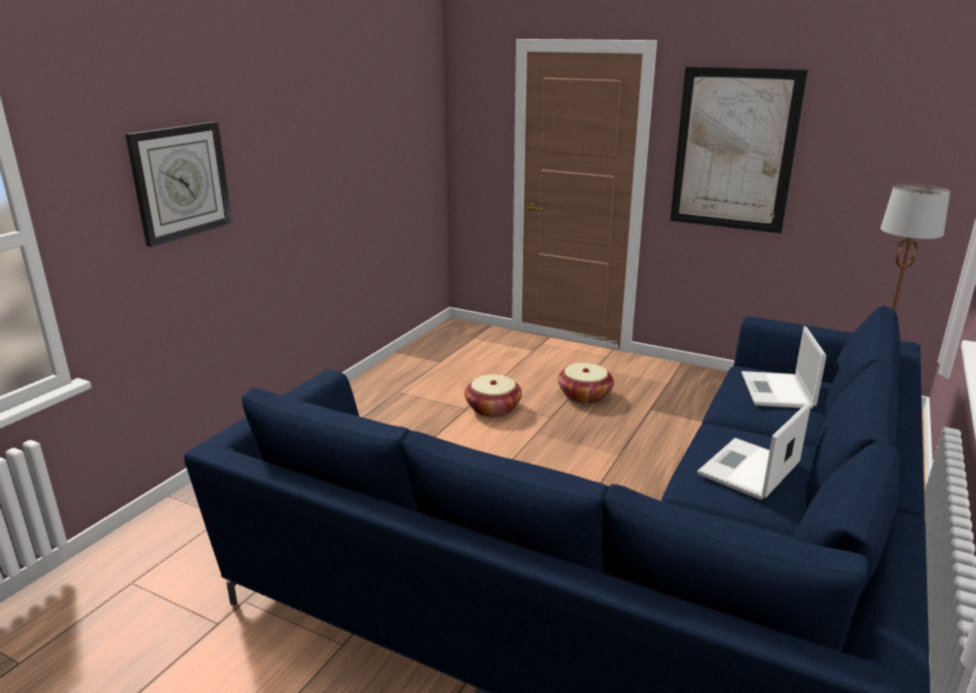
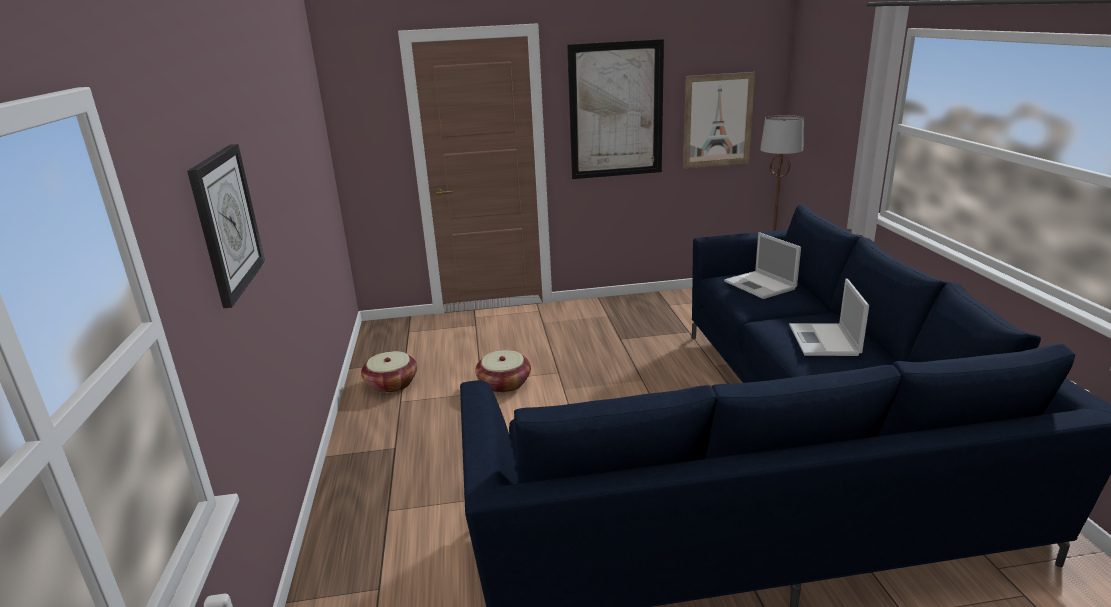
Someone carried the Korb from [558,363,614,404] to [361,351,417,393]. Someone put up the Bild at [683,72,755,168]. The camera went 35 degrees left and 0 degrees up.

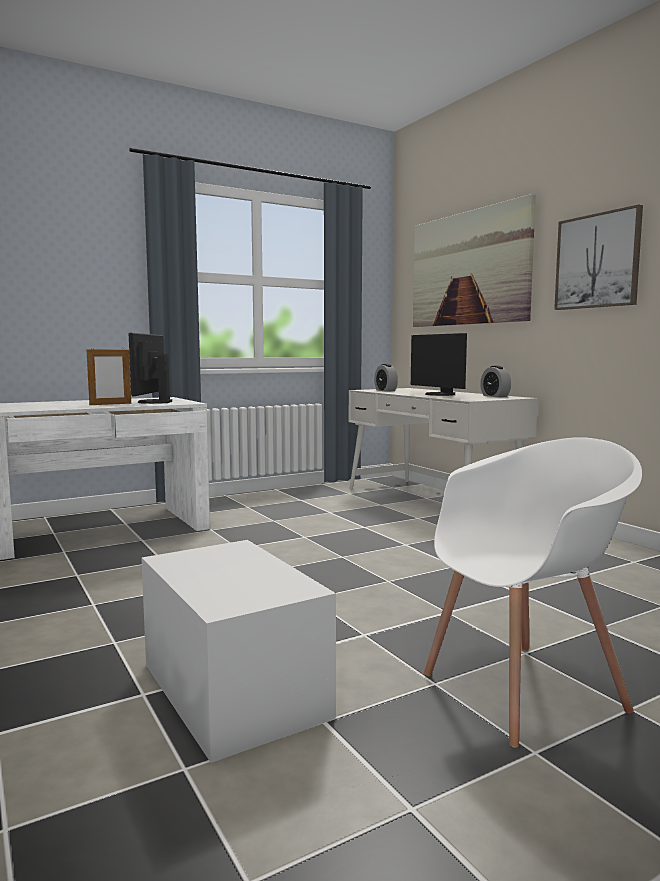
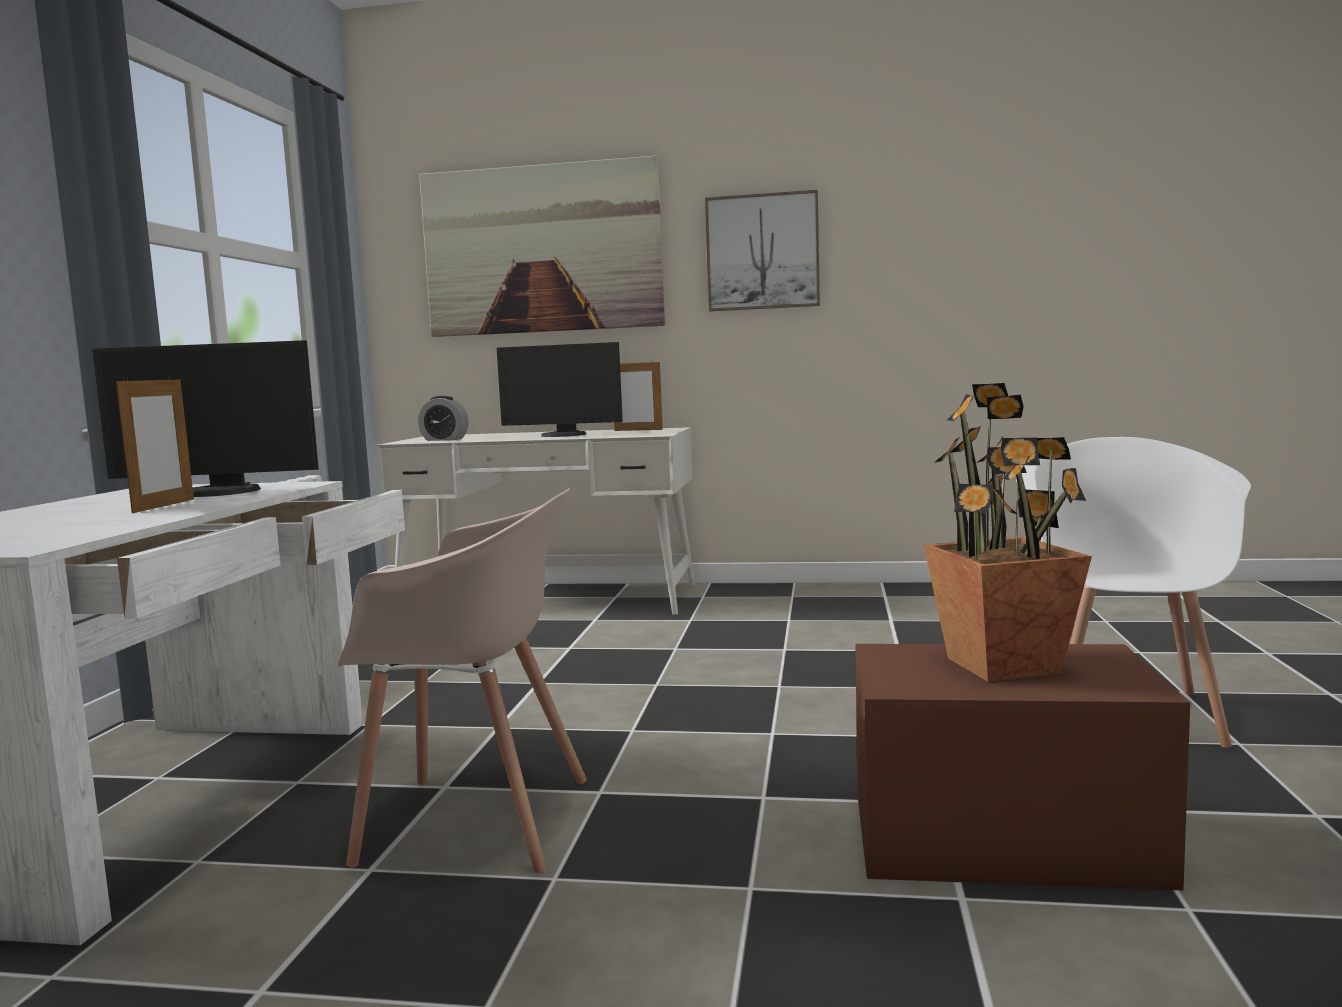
Someone rotated the Monitor at [129,333,172,404] by 45 degrees counterclockwise. Someone swapped the Wecker at [480,366,511,397] for the Bilderrahmen at [614,360,663,431]. Someone repainted the Aufbewahrungsbox [weiß] at [141,540,336,763], which became the Aufbewahrungsbox [braun] at [855,644,1190,890]. Someone put down the Topfpflanze at [924,383,1092,682]. Someone put down the Stuhl [beige] at [338,488,587,874]. The camera went 50 degrees left and 0 degrees up.

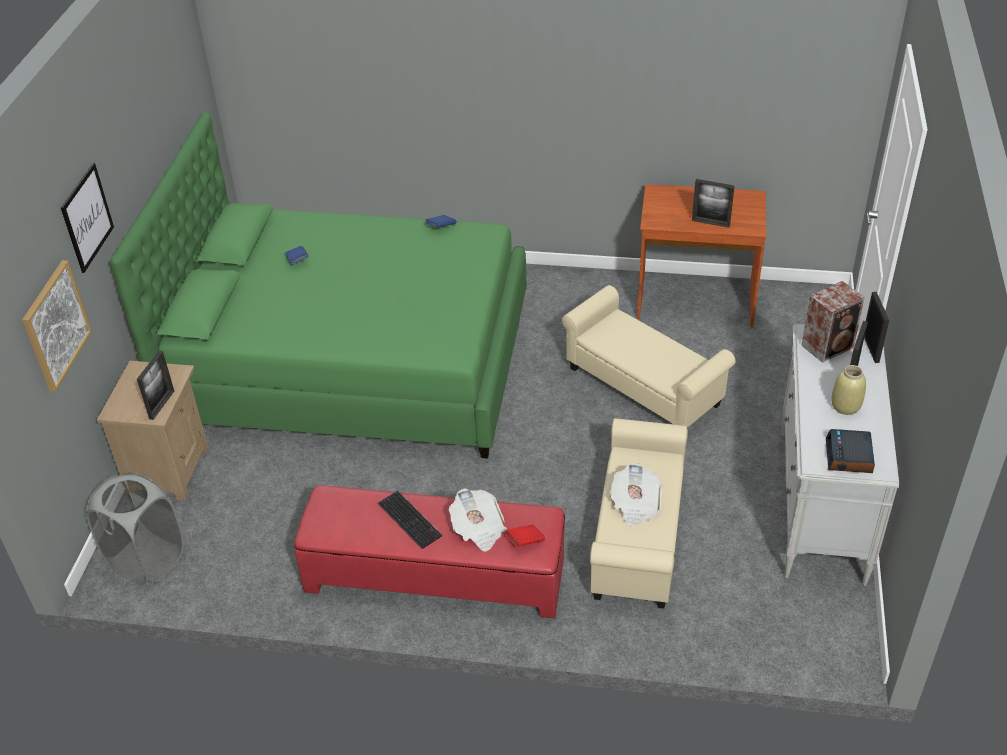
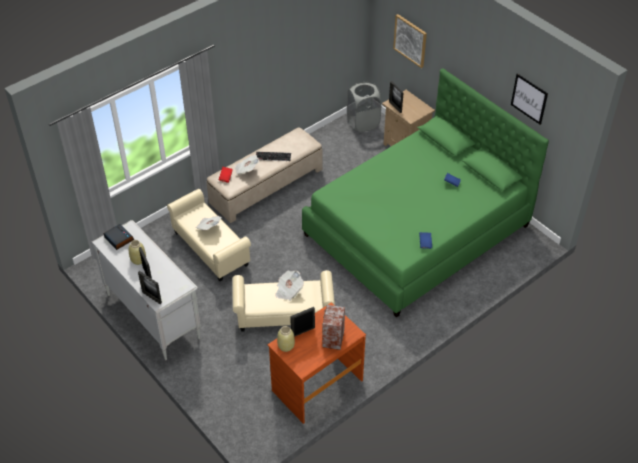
Someone carried the Bild from [61,163,114,273] to [511,73,548,125]. Someone carried the Lautsprecher from [801,281,865,363] to [322,305,345,350]. Someone repainted the Bank [rot] at [294,485,565,618], which became the Bank [beige] at [206,128,322,223]. Someone put down the Zeitung at [275,271,304,301]. Someone put down the Vase [beige] at [277,326,295,352]. The camera went 130 degrees right and 5 degrees up.

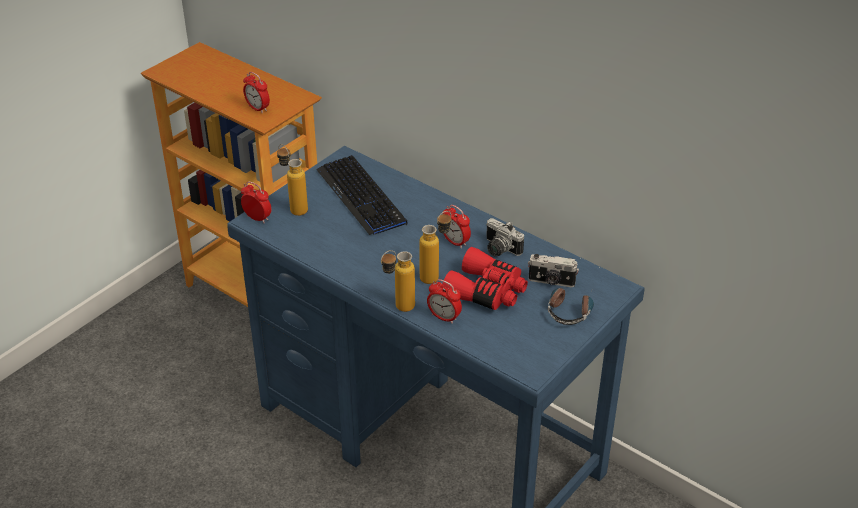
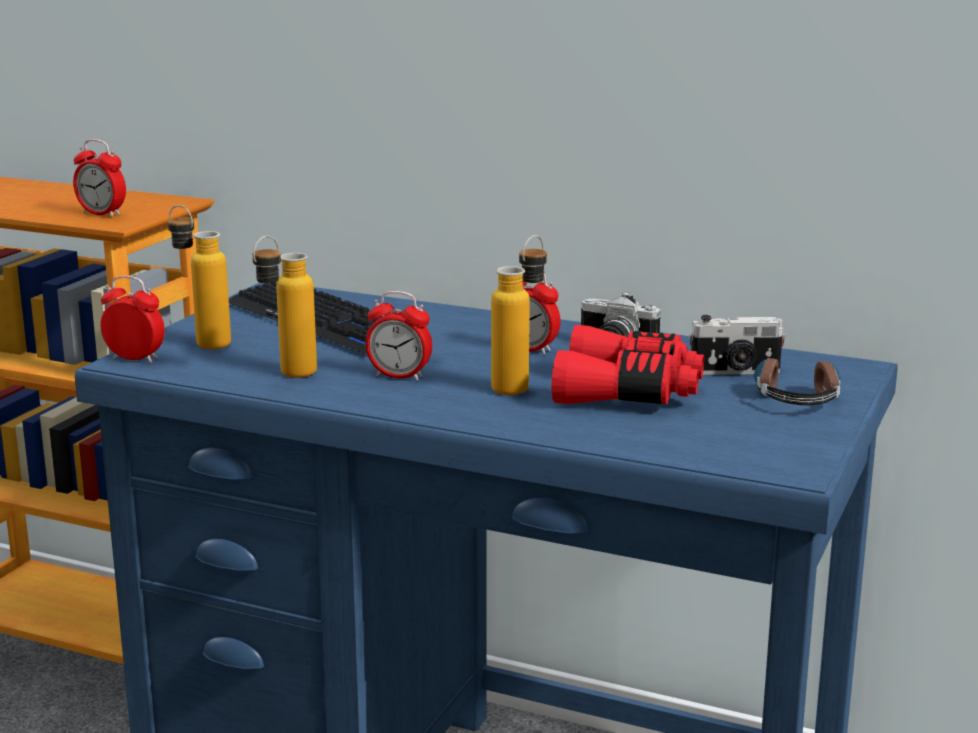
Someone carried the Flasche from [381,250,415,312] to [252,236,317,378]. Someone carried the Wecker from [427,279,462,324] to [365,291,432,381]. The camera went 15 degrees left and 20 degrees down.

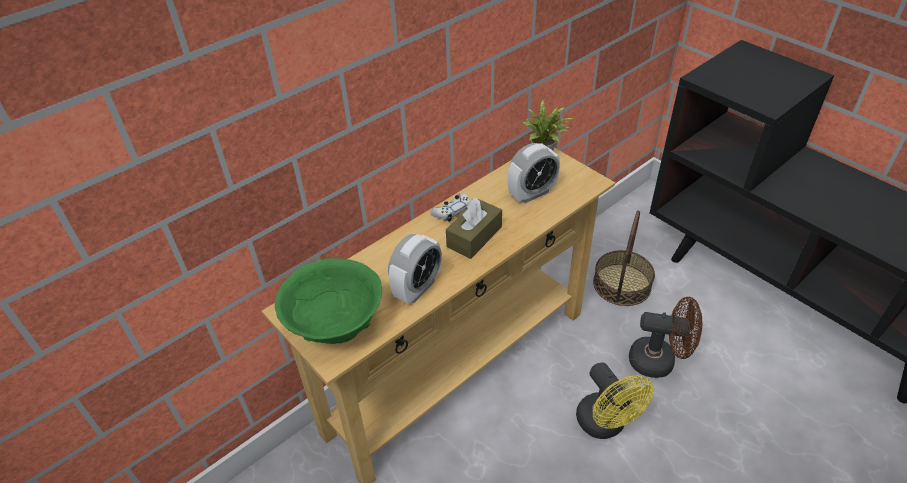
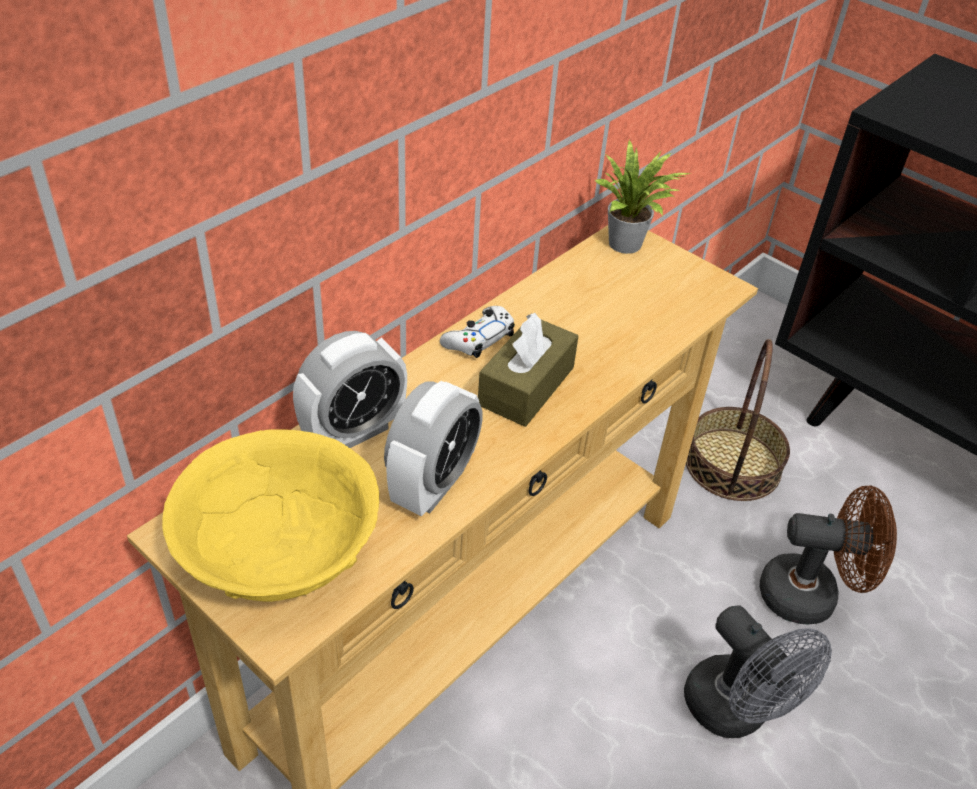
Someone carried the Wecker from [507,143,560,203] to [293,331,407,448]. Someone repainted the Schüssel [grün] at [275,258,382,344], which became the Schüssel [gelb] at [162,429,379,602]. Someone repainted the Ventilator [gelb] at [576,362,653,439], which became the Ventilator [grau] at [684,605,832,738]. The camera went 10 degrees left and 0 degrees up.

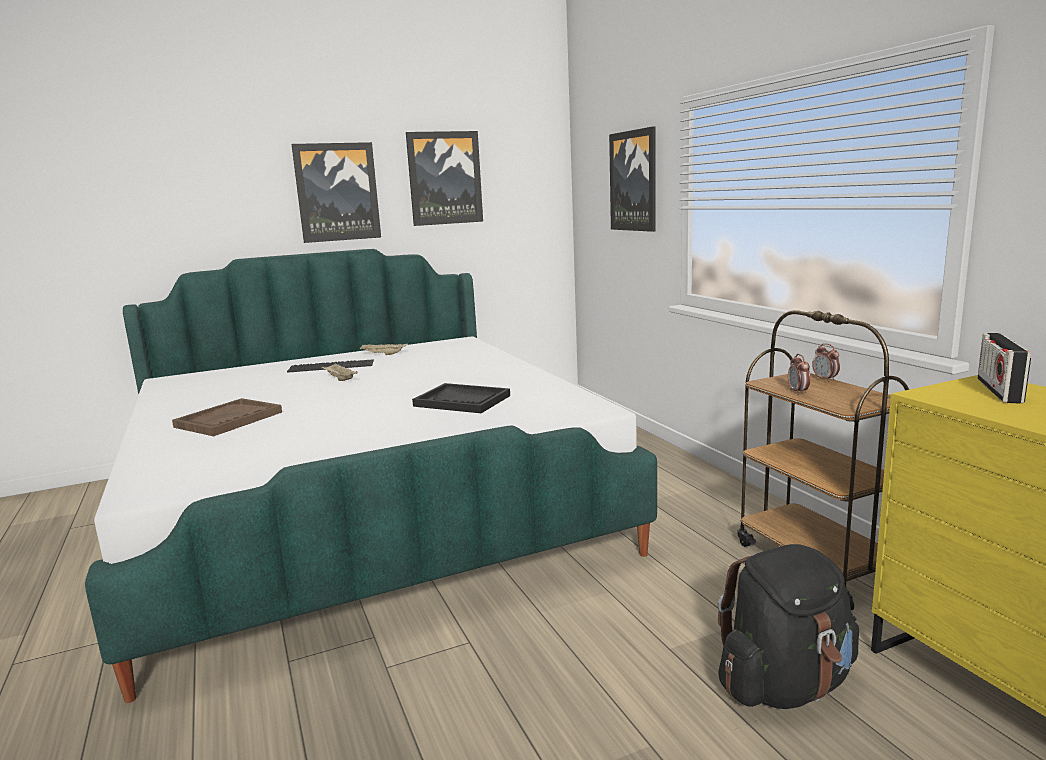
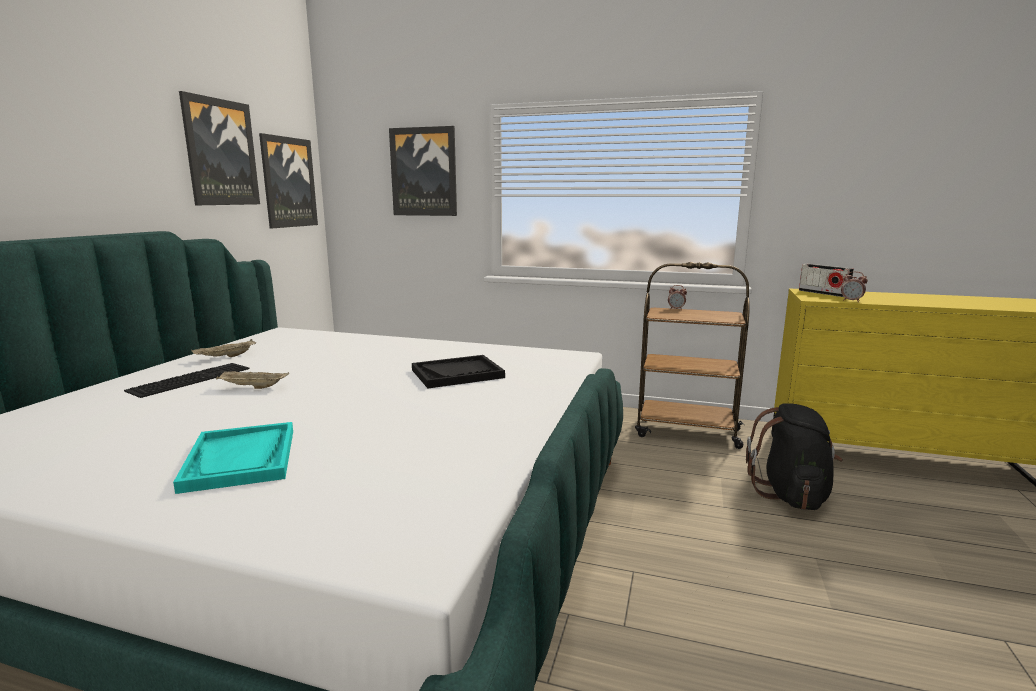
Someone carried the Bild from [291,142,381,243] to [259,133,318,228]. Someone carried the Wecker from [788,354,810,395] to [841,271,868,302]. Someone repainted the Tablett [braun] at [172,398,282,436], which became the Tablett [türkis] at [173,422,293,494]. The camera went 50 degrees left and 0 degrees up.

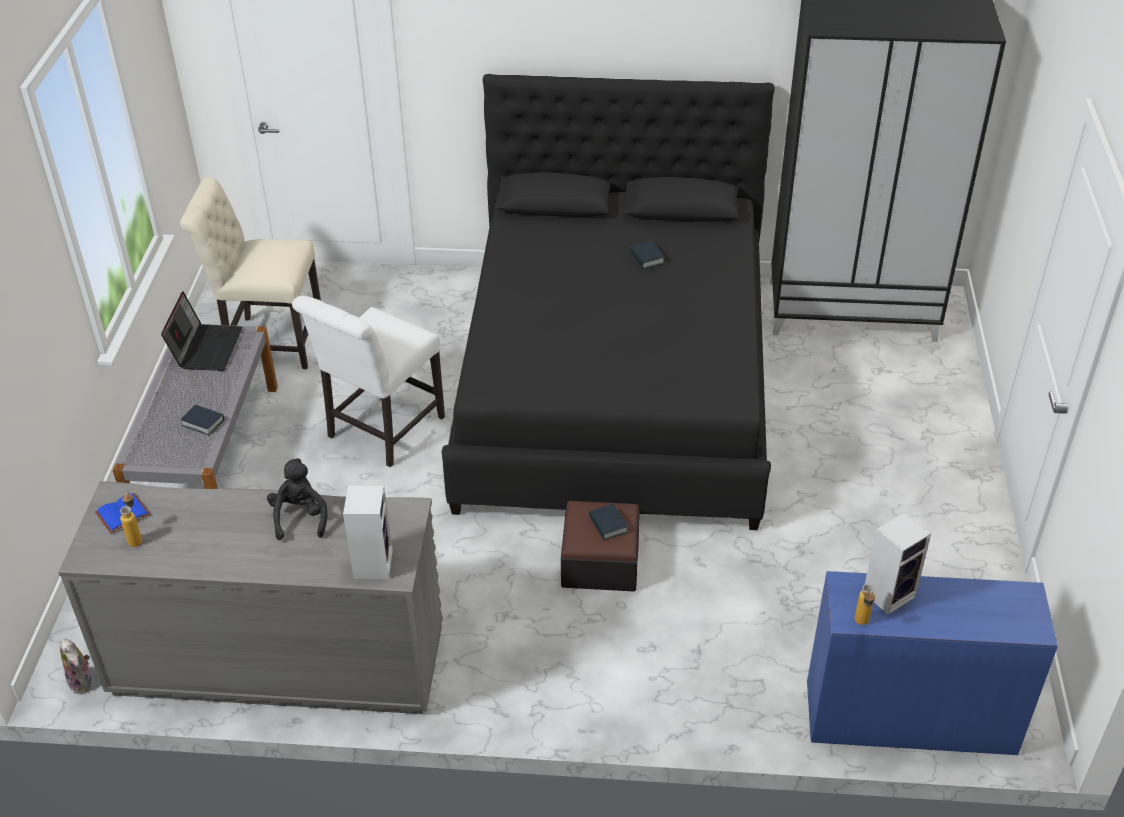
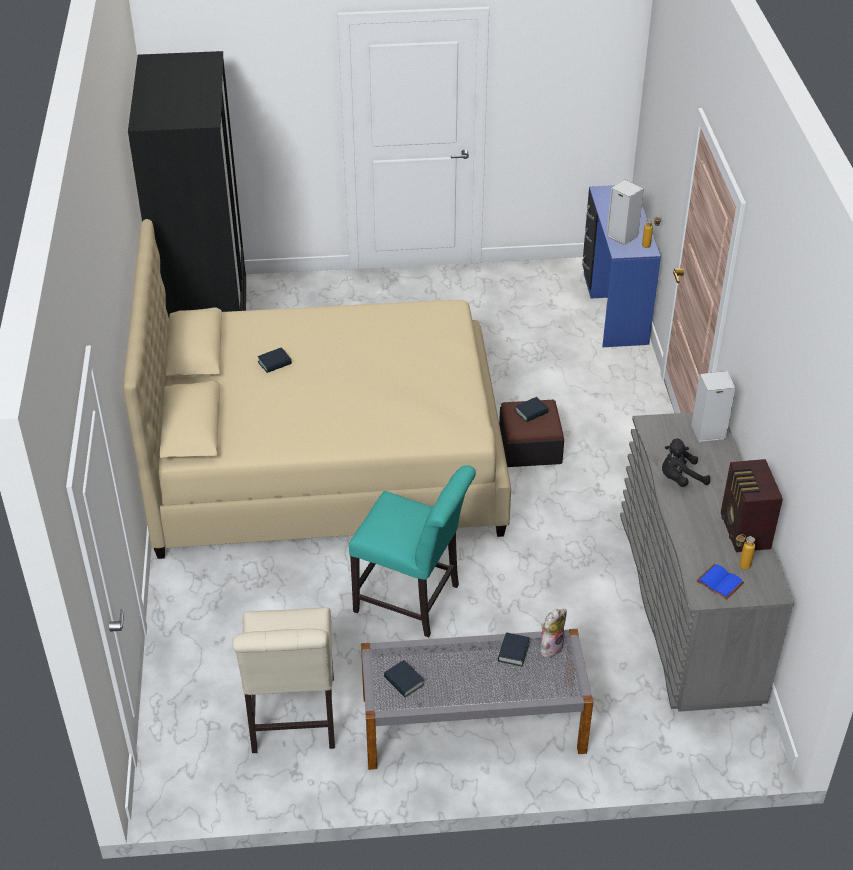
Someone repainted the Bett [schwarz] at [442,74,775,530], which became the Bett [beige] at [123,219,511,559]. Someone swapped the Laptop at [161,291,243,371] for the Buch at [384,660,424,698]. Someone repainted the Stuhl [weiß] at [292,296,445,467], which became the Stuhl [türkis] at [349,465,476,637]. Someone carried the Plüschtier from [60,639,93,694] to [539,609,567,657]. Someone put down the Radio at [721,459,783,552]. The camera went 100 degrees left and 0 degrees up.

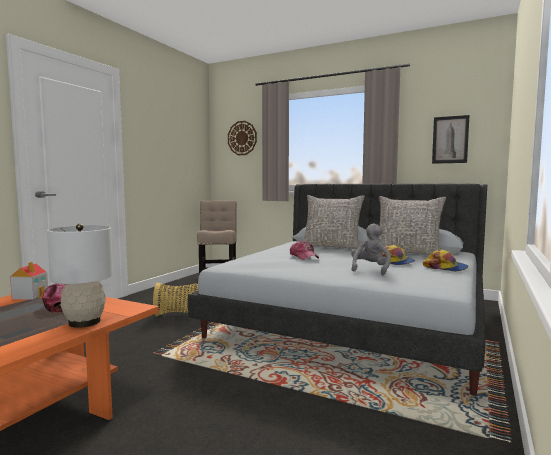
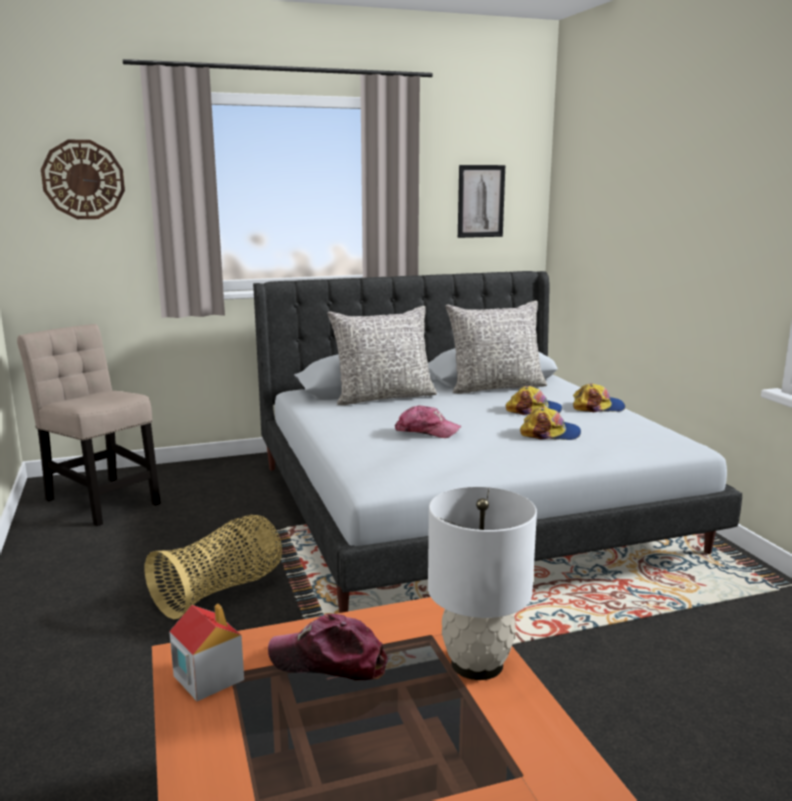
Someone swapped the Plüschtier [grau] at [351,223,391,275] for the Kappe at [520,407,581,440]. The camera went 45 degrees left and 10 degrees up.

